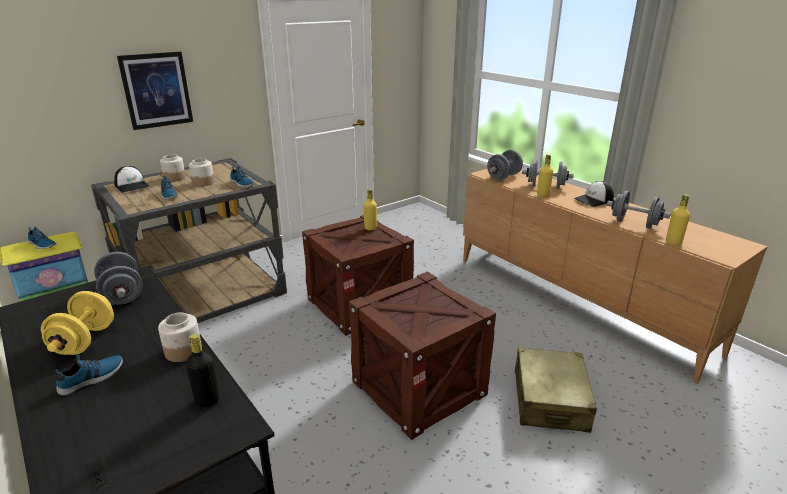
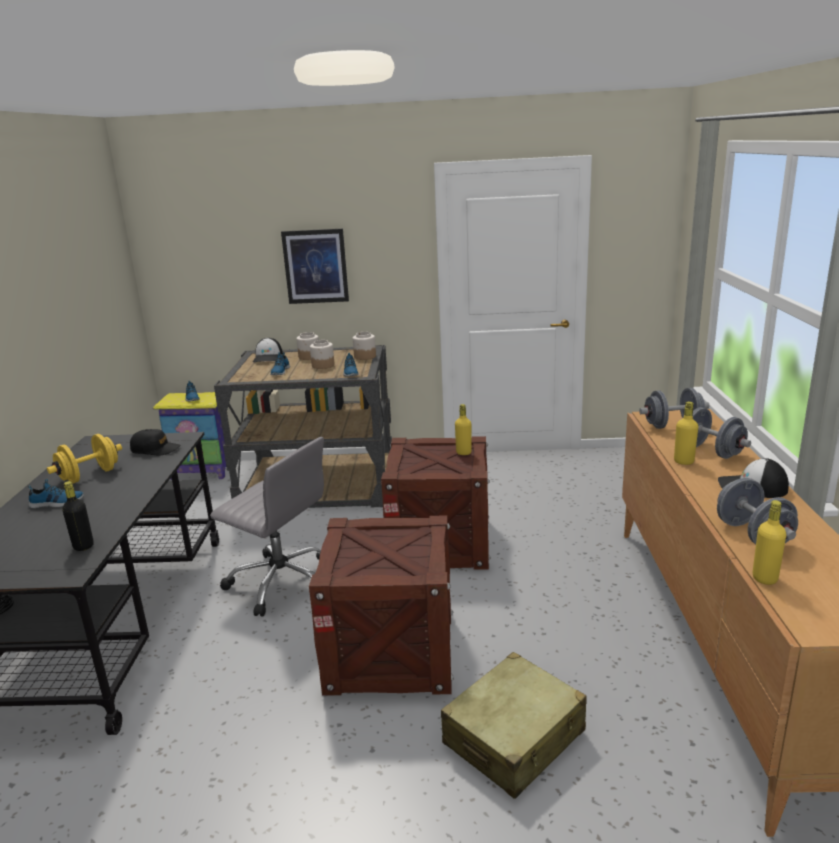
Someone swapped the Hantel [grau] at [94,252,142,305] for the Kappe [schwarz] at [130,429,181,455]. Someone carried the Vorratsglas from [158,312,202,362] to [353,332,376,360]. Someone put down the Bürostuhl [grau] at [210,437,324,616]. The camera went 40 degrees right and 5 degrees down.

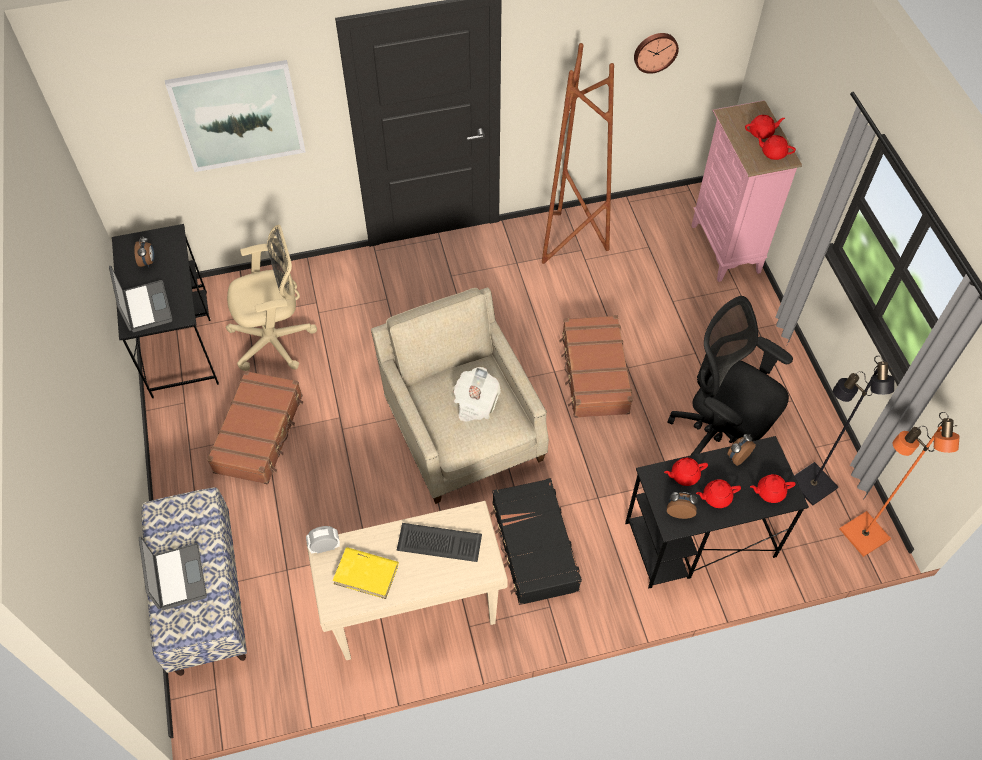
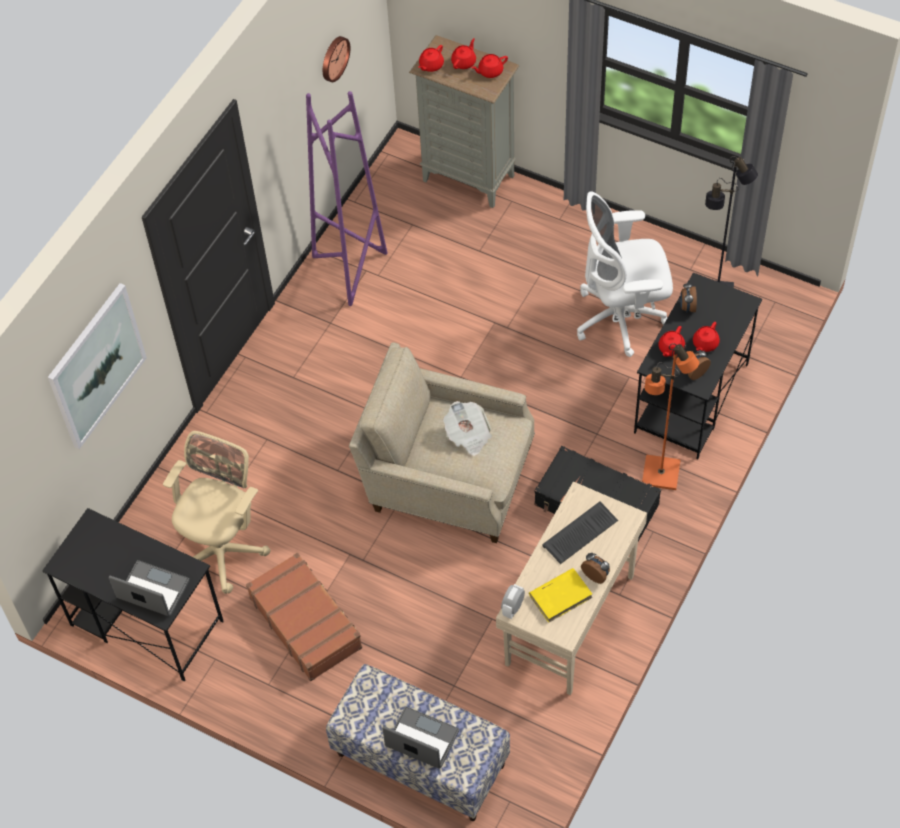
Someone repainted the Kleiderständer [braun] at [542,43,614,264], which became the Kleiderständer [lila] at [306,91,387,306]. Someone repainted the Kommode [rosa] at [691,100,802,282], which became the Kommode [grau] at [409,35,519,208]. Someone carried the Wecker from [134,236,154,267] to [581,553,610,584]. Someone repainted the Bürostuhl [schwarz] at [667,296,793,455], which became the Bürostuhl [weiß] at [577,191,673,357]. Someone took away the Koffer [braun] at [559,315,633,418]. Someone carried the Stehlampe [orange] from [840,412,960,557] to [642,343,699,490]. Someone carried the Teekanne [rot] from [750,474,796,503] to [418,45,444,72]. The camera went 45 degrees left and 0 degrees up.

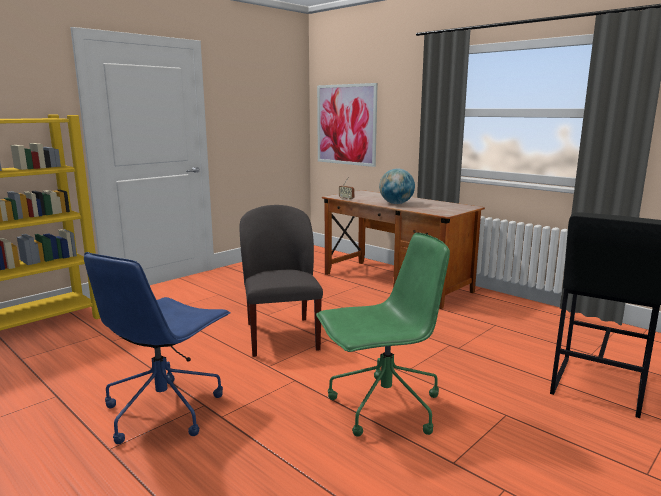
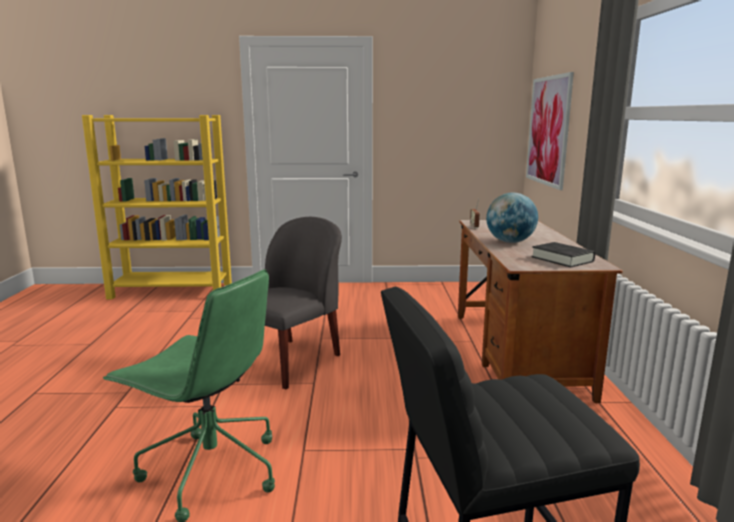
Someone took away the Bürostuhl [blau] at [84,252,231,444]. Someone put down the Buch [schwarz] at [531,242,595,267]. The camera went 45 degrees right and 0 degrees up.

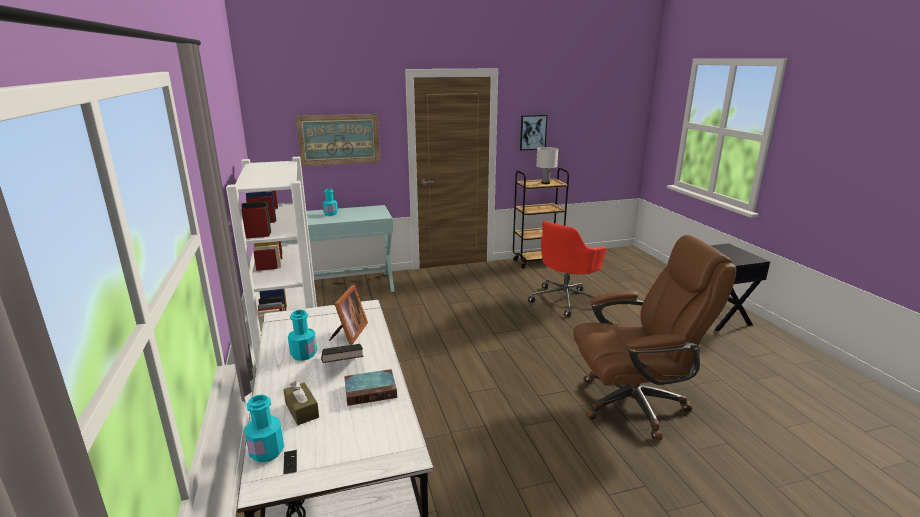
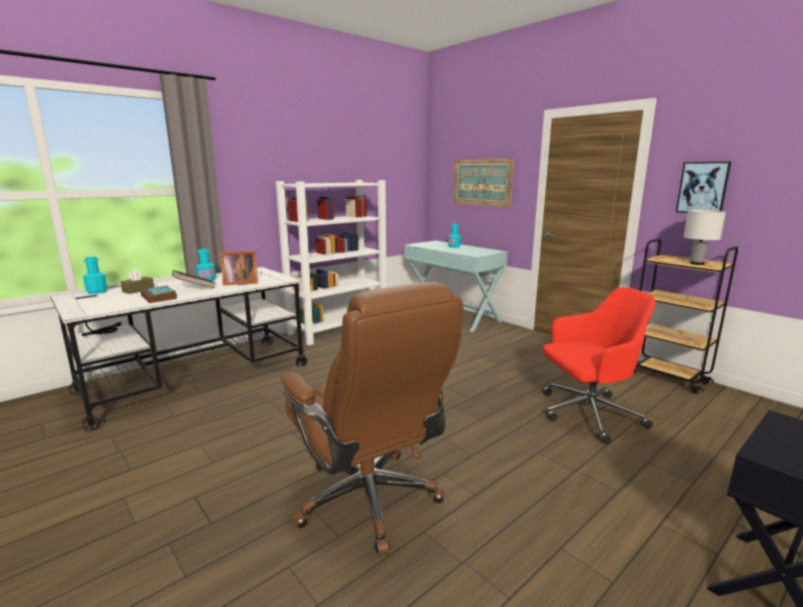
Someone rotated the Bürostuhl [rot] at [528,221,607,317] by 150 degrees clockwise. The camera went 65 degrees right and 5 degrees down.

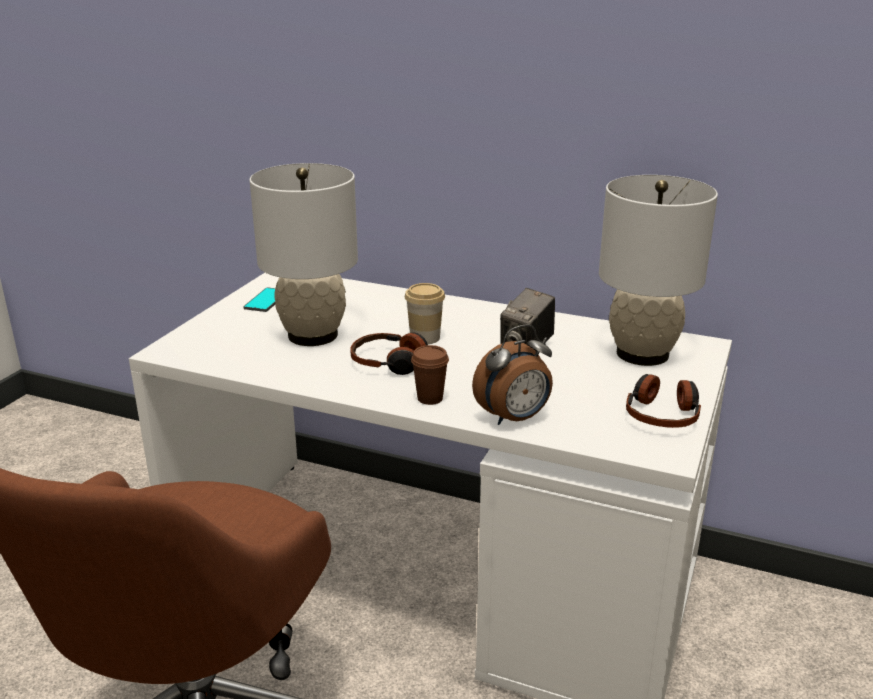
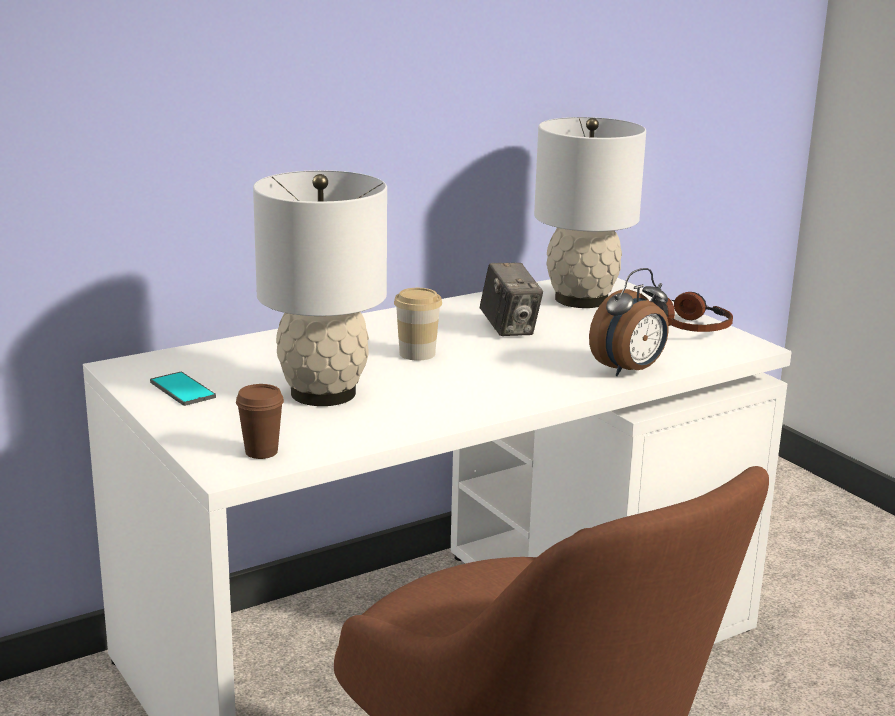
Someone rotated the Wecker at [472,324,553,425] by 45 degrees clockwise. Someone took away the Kopfhörer at [350,332,428,375]. Someone carried the Tasse [braun] from [411,345,449,405] to [236,384,284,459]. The camera went 55 degrees left and 5 degrees down.

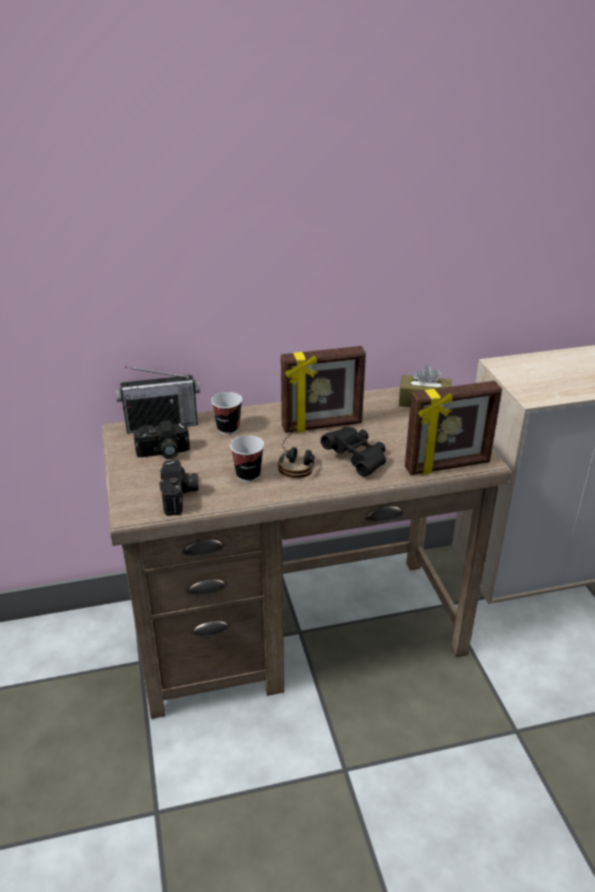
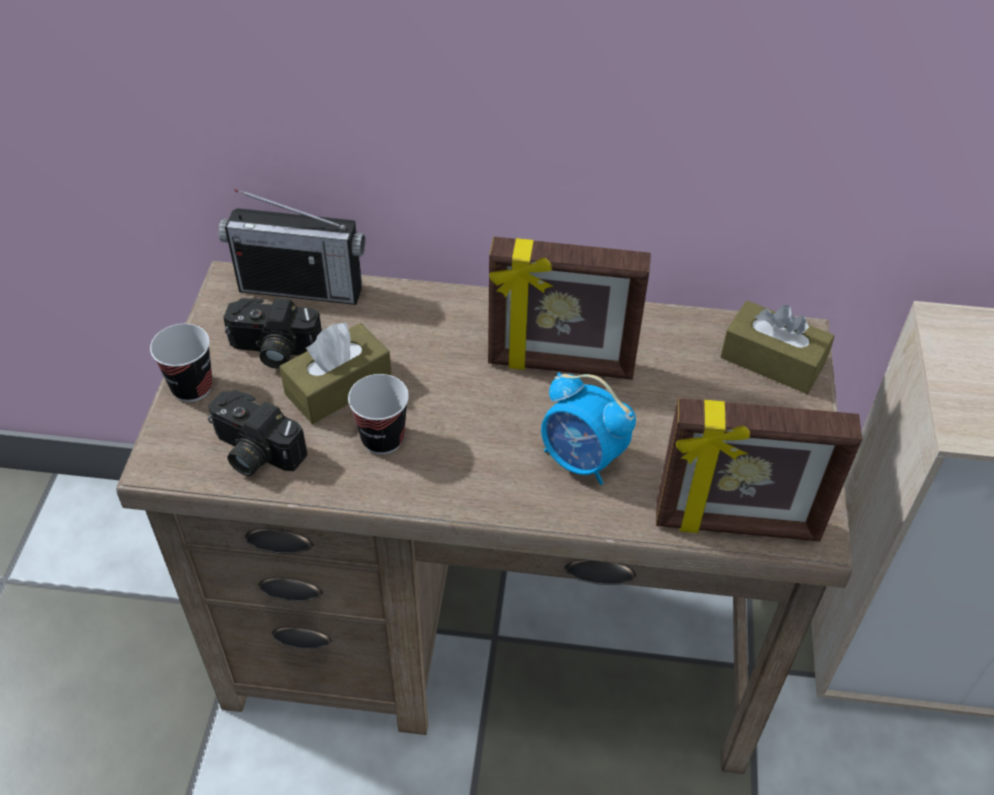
Someone carried the Tasse from [211,392,242,434] to [150,324,213,402]. Someone swapped the Fernglas [schwarz] at [321,427,386,477] for the Wecker at [541,372,636,485]. Someone took away the Kopfhörer at [278,430,316,478]. Someone rotated the Kamera at [159,460,199,516] by 105 degrees clockwise. Someone put down the Taschentuchbox [braun] at [279,322,392,424]. The camera went 20 degrees right and 15 degrees up.

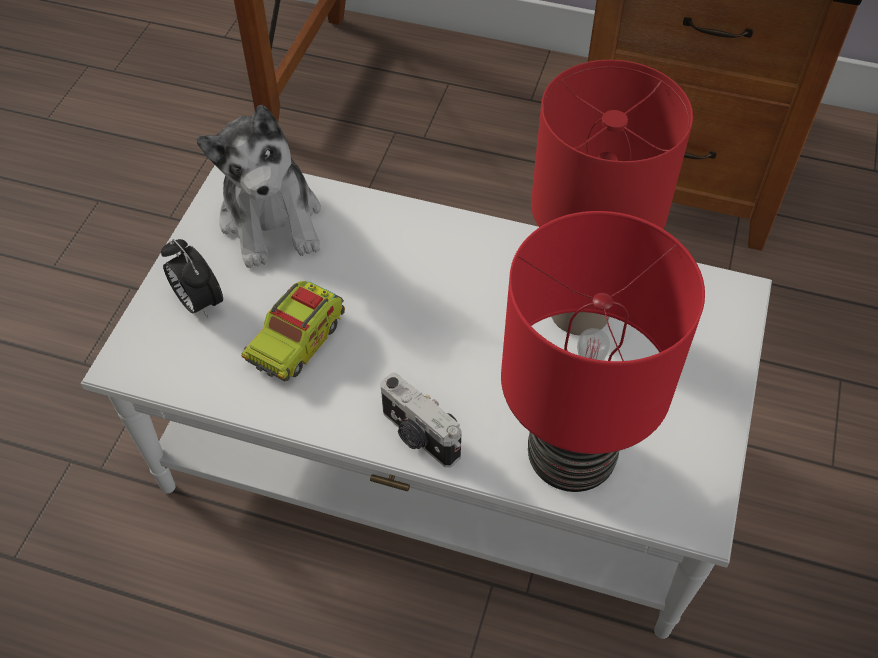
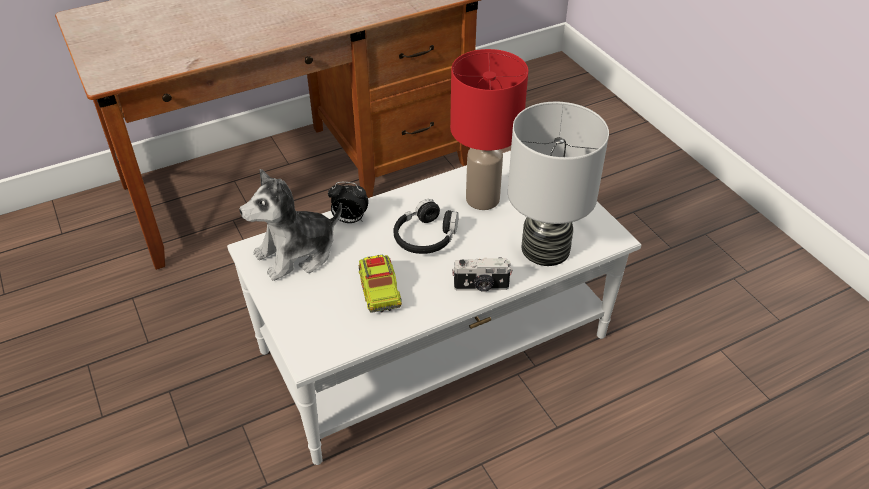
Someone rotated the Plüschtier at [196,105,321,268] by 120 degrees clockwise. Someone repainted the Tischlampe [rot] at [501,211,705,492], which became the Tischlampe [grau] at [508,102,609,266]. Someone carried the Wecker from [161,239,223,318] to [328,182,369,223]. Someone put down the Kopfhörer [schwarz] at [393,199,459,254]. The camera went 45 degrees left and 10 degrees down.

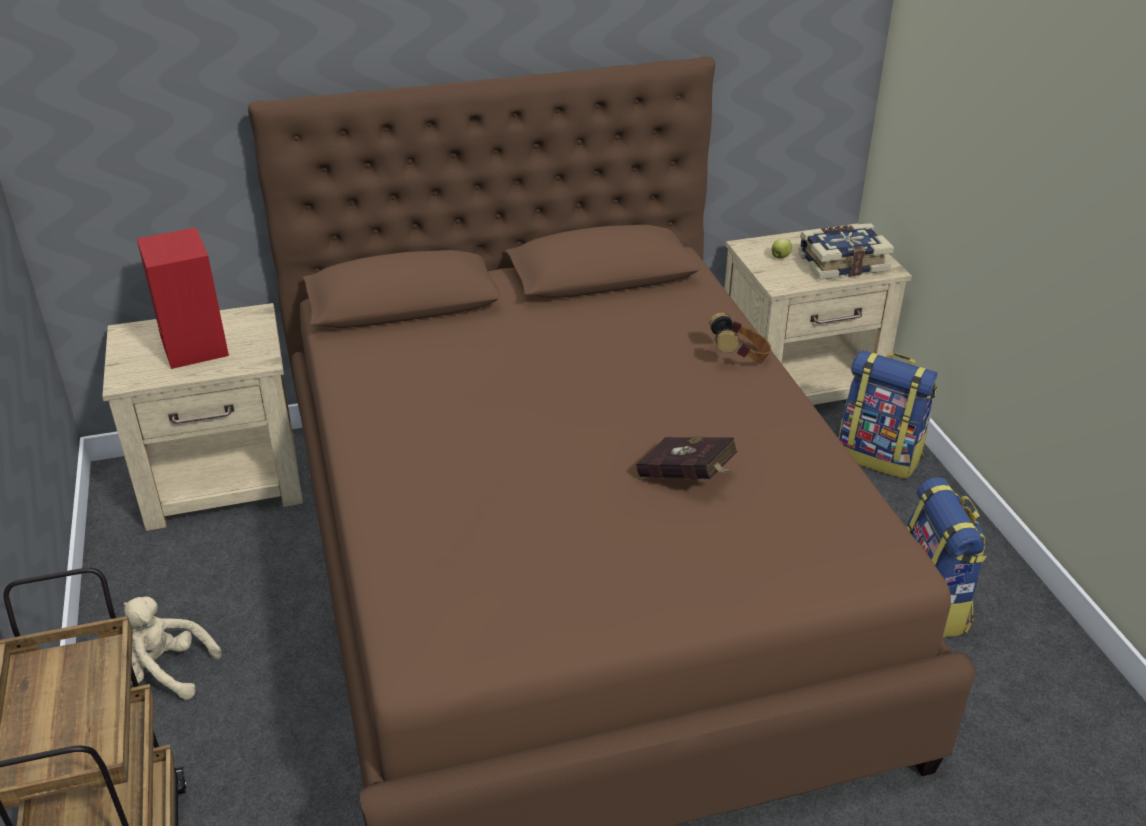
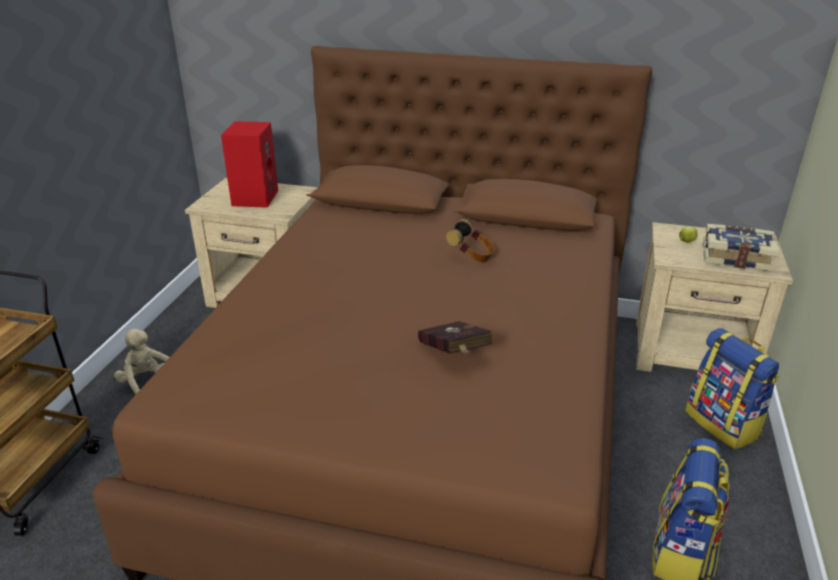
Someone carried the Kopfhörer from [709,313,771,362] to [446,219,494,262]. The camera went 30 degrees right and 5 degrees down.

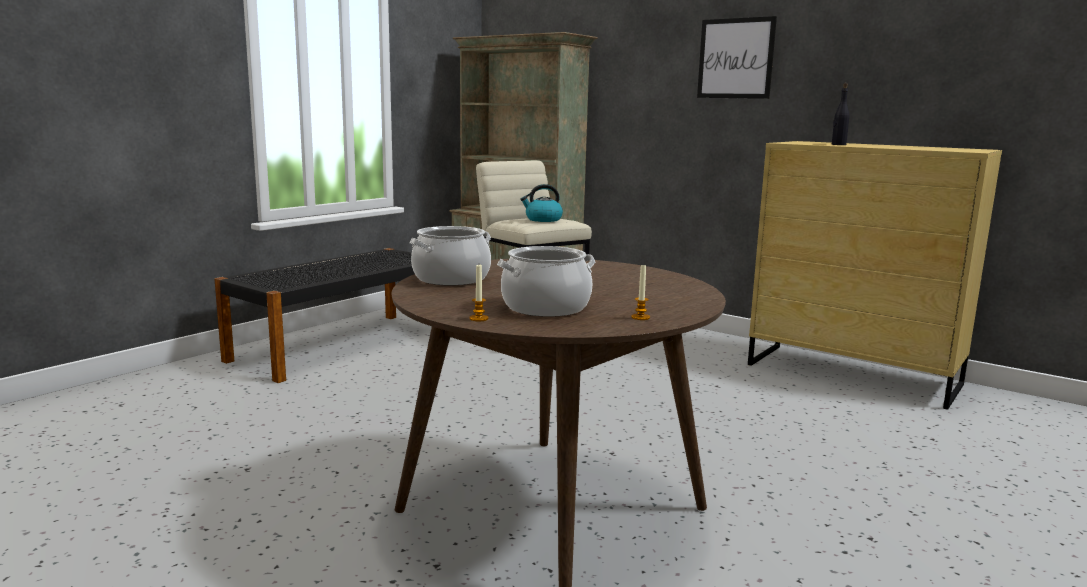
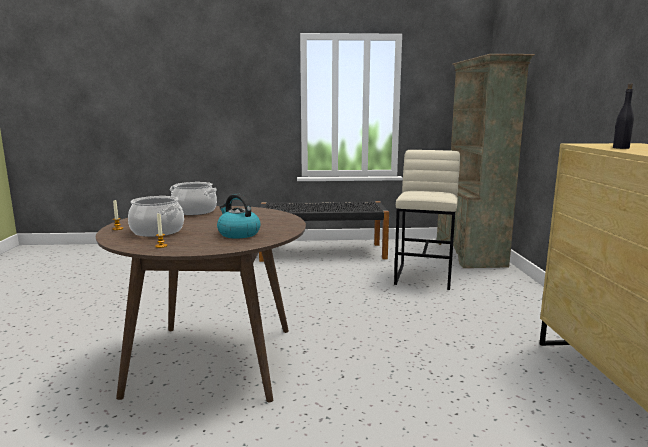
Someone took away the Bild at [697,16,777,99]. Someone carried the Wasserkessel from [520,184,563,222] to [217,194,261,239]. The camera went 50 degrees right and 0 degrees up.

